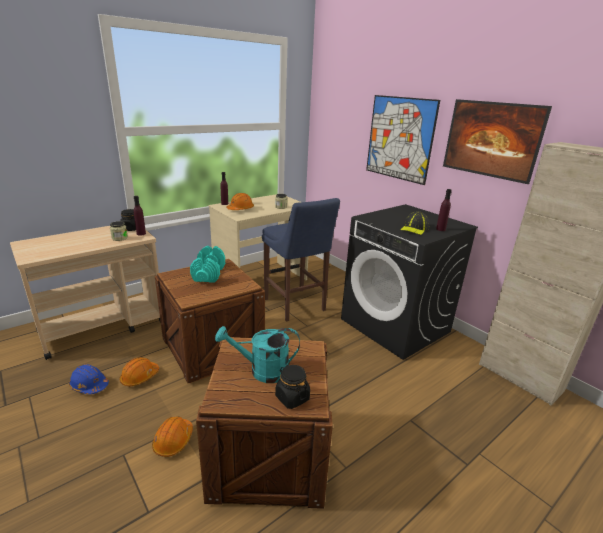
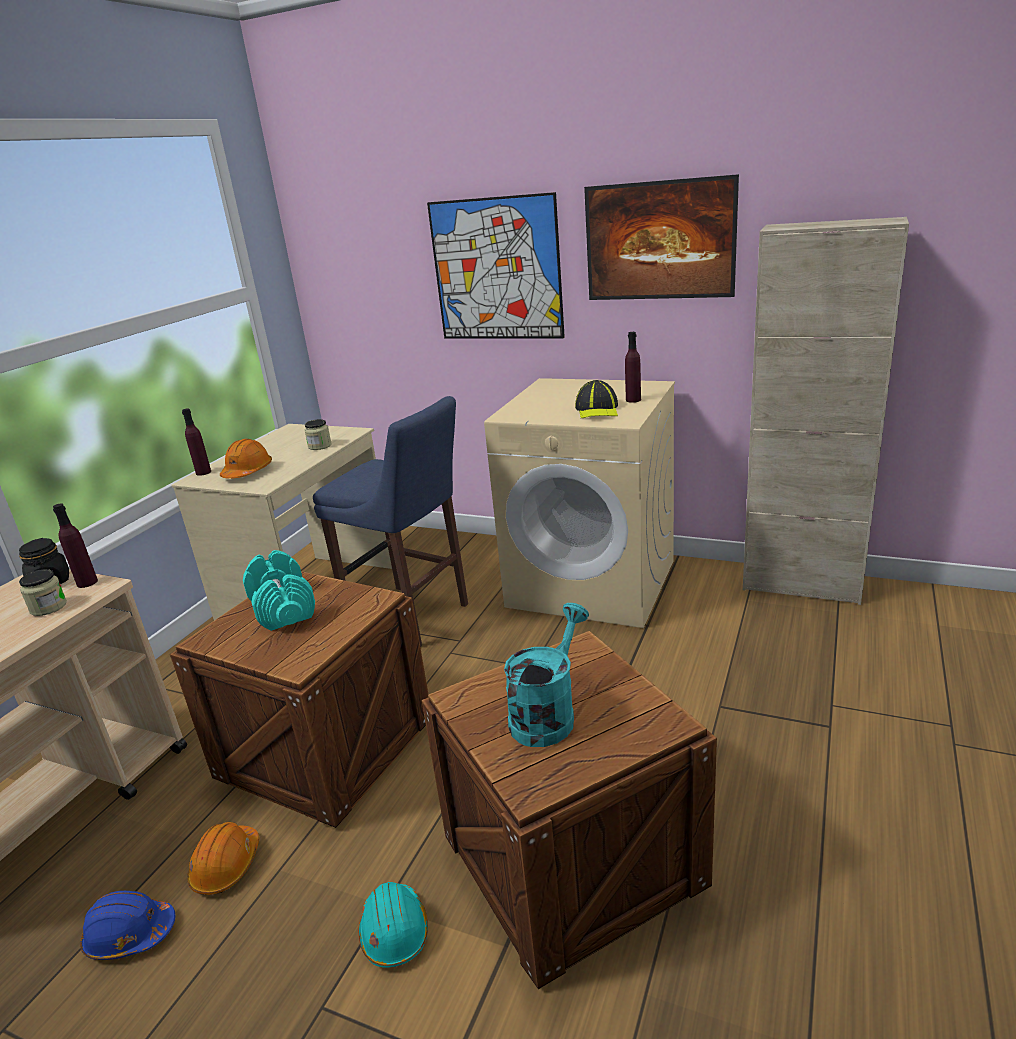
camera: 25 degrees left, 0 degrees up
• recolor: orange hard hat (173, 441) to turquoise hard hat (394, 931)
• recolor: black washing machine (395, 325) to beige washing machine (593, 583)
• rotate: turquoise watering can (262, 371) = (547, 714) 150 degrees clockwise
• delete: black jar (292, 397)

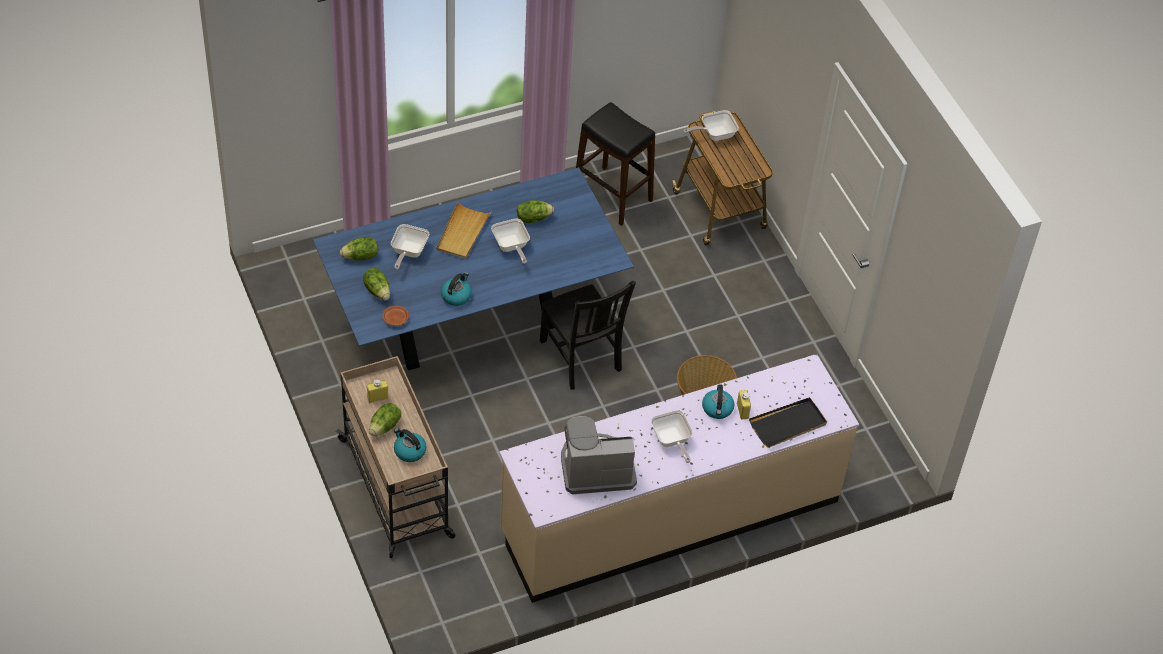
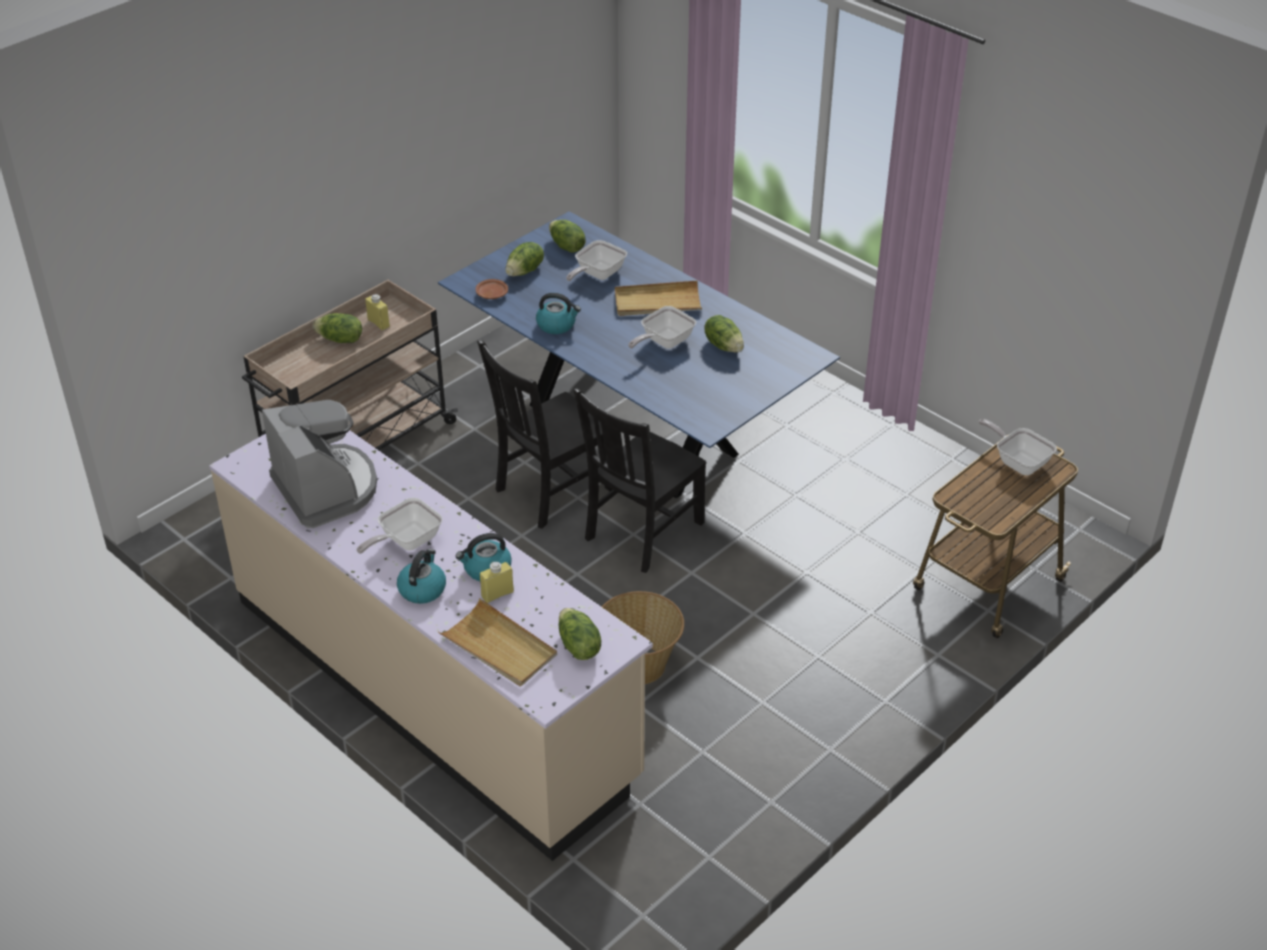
camera: 70 degrees right, 10 degrees down
• move: kettle (409, 451) to (422, 589)
• recolor: black tray (788, 424) to beige tray (499, 647)
• insert: black chair (550, 491)
• insert: lettuce (578, 646)
• rotate: frying pan (408, 252) = (597, 275) 45 degrees counterclockwise
• delete: black stool (612, 196)

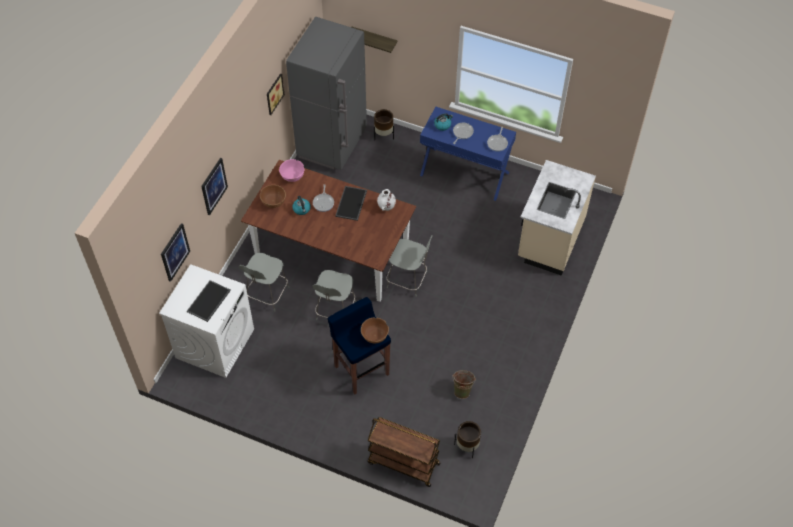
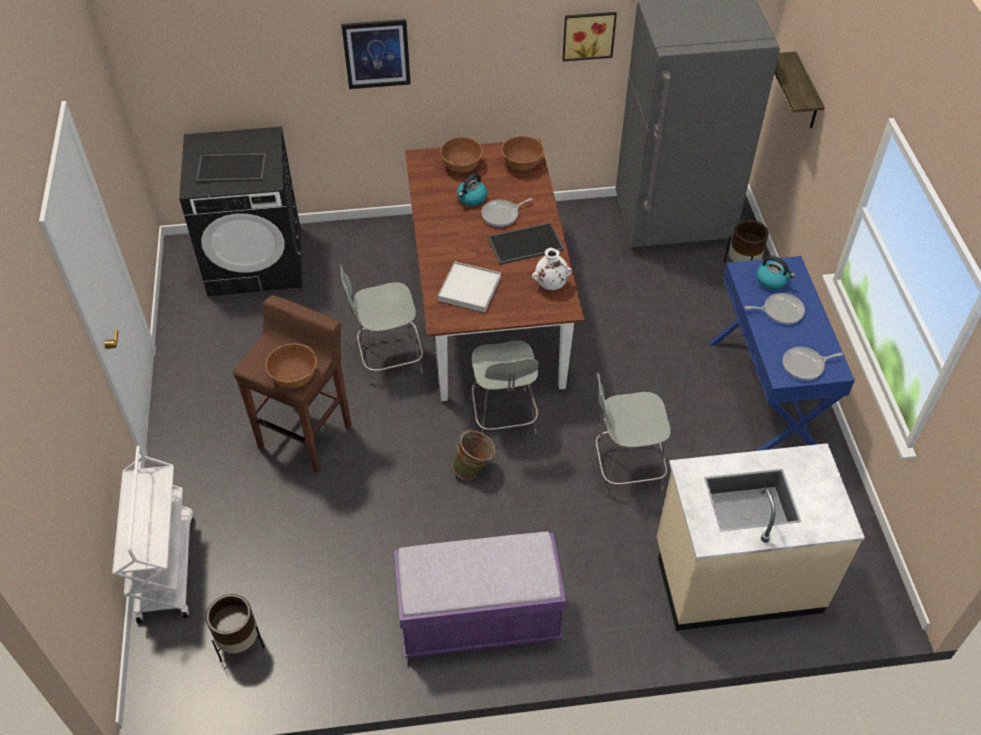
camera: 60 degrees right, 5 degrees down
• recolor: brown cart (403, 463) to white cart (165, 566)
• recolor: white washing machine (215, 343) to black washing machine (256, 260)
• recolor: blue stool (361, 369) to brown stool (306, 435)
• insert: purple bench (479, 619)
• insert: white tray (469, 289)
• move: green bucket (462, 389) to (474, 469)
• recolor: pink bowl (292, 176) to brown bowl (522, 164)
• move: grey chair (267, 295) to (625, 468)
• delete: picture (175, 252)

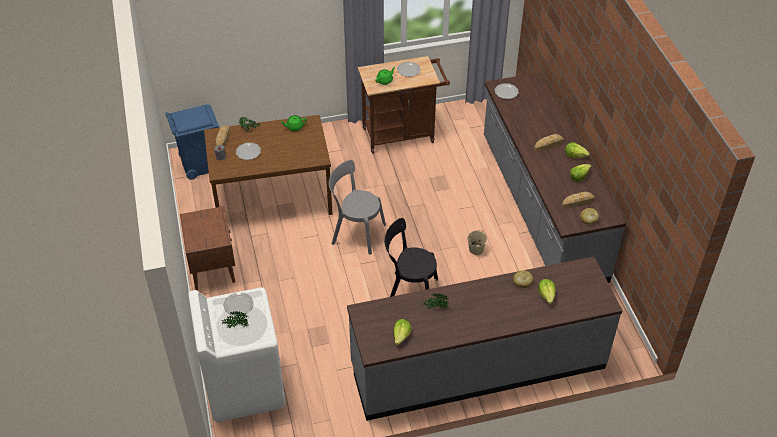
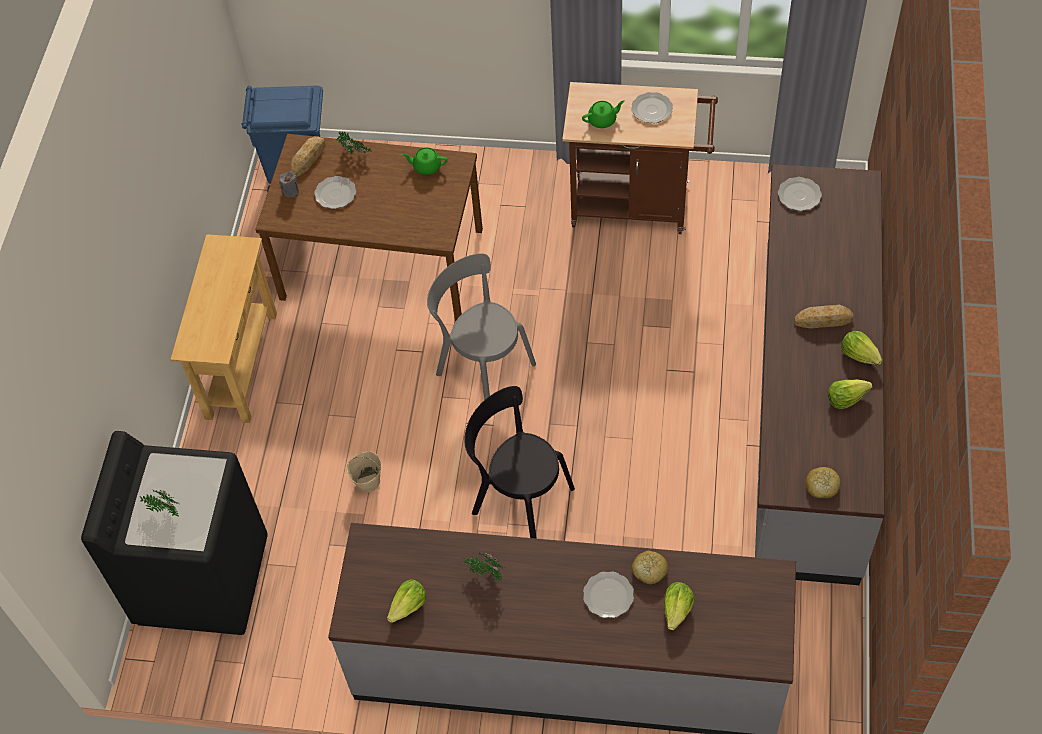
camera: 25 degrees right, 10 degrees up
• recolor: white washing machine (244, 386) to black washing machine (202, 579)
• replace: brown nightstand (213, 269) to beige console table (241, 365)
• move: beige bucket (476, 249) to (368, 481)
• move: plate (238, 304) to (608, 595)
• delete: bread (578, 202)

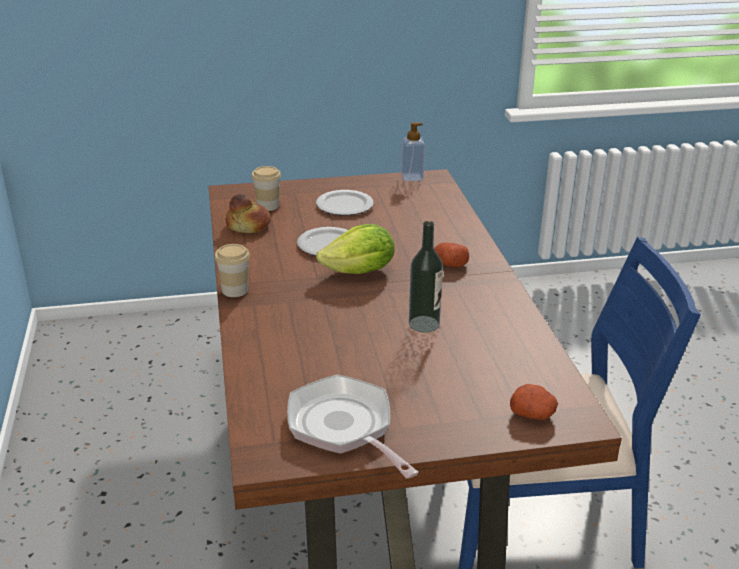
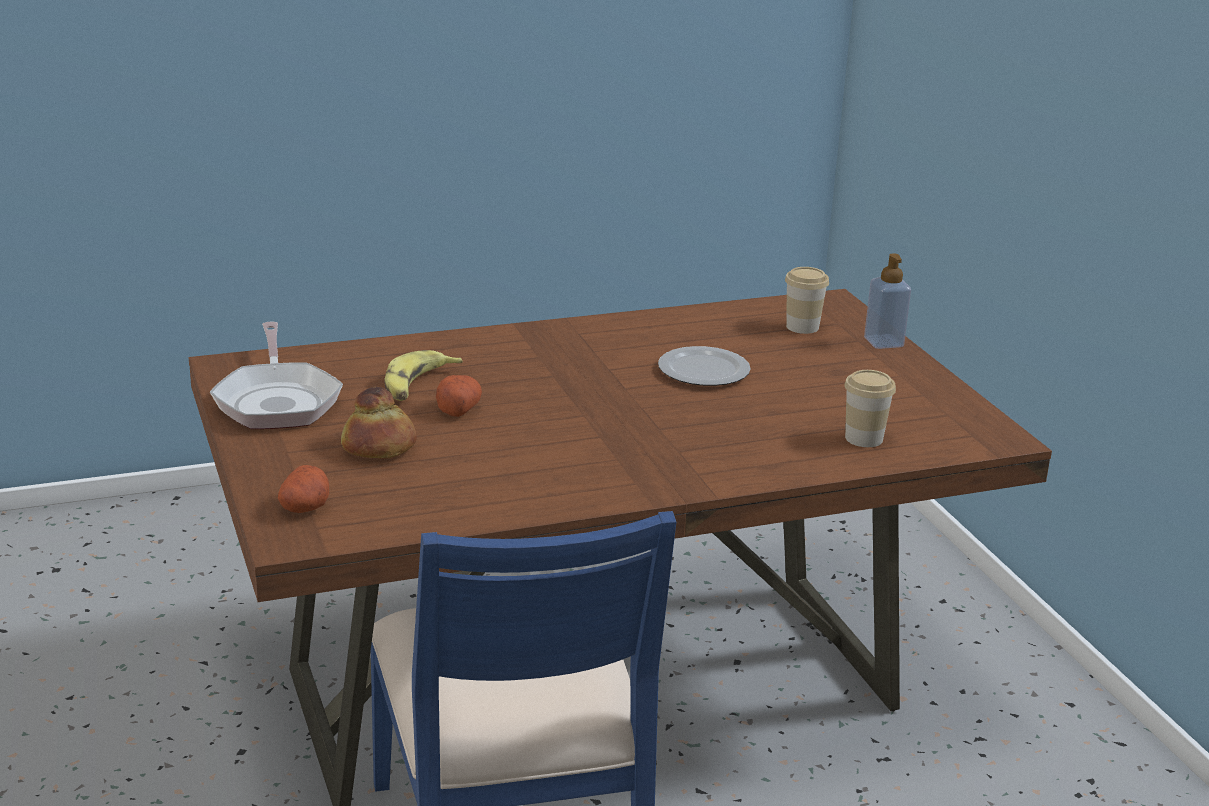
camera: 80 degrees right, 5 degrees down
• rotate: frying pan (344, 428) = (277, 400) 120 degrees clockwise
• move: bread (248, 226) to (378, 447)
• insert: banana (417, 386)
• move: potato (449, 264) to (458, 409)
• move: cup (235, 290) to (864, 438)
• move: soap dispenser (412, 177) to (883, 342)
• delete: plate (345, 205)
• delete: lettuce (360, 272)
• delete: bottle (424, 324)

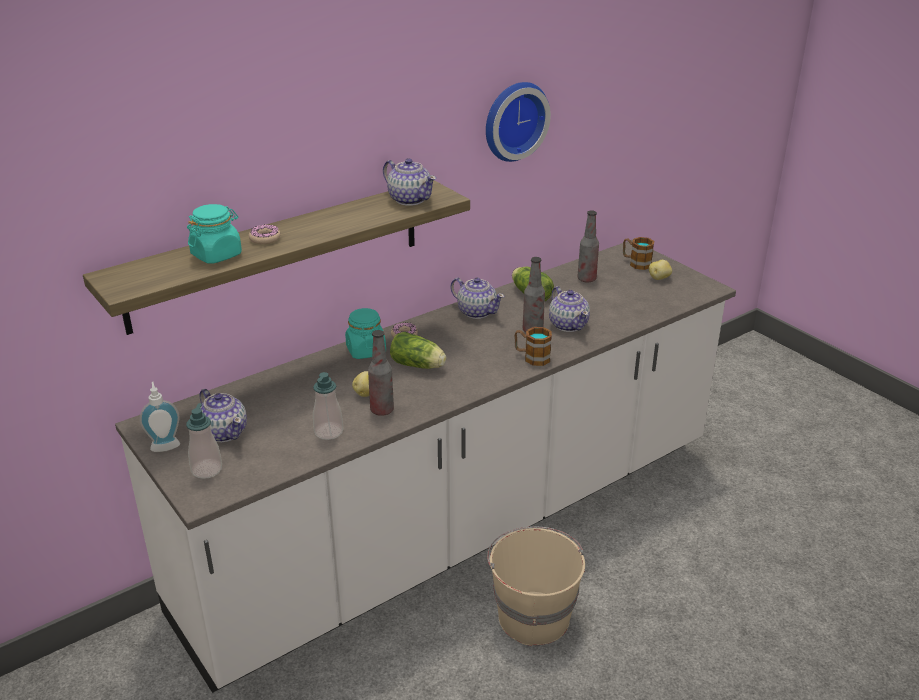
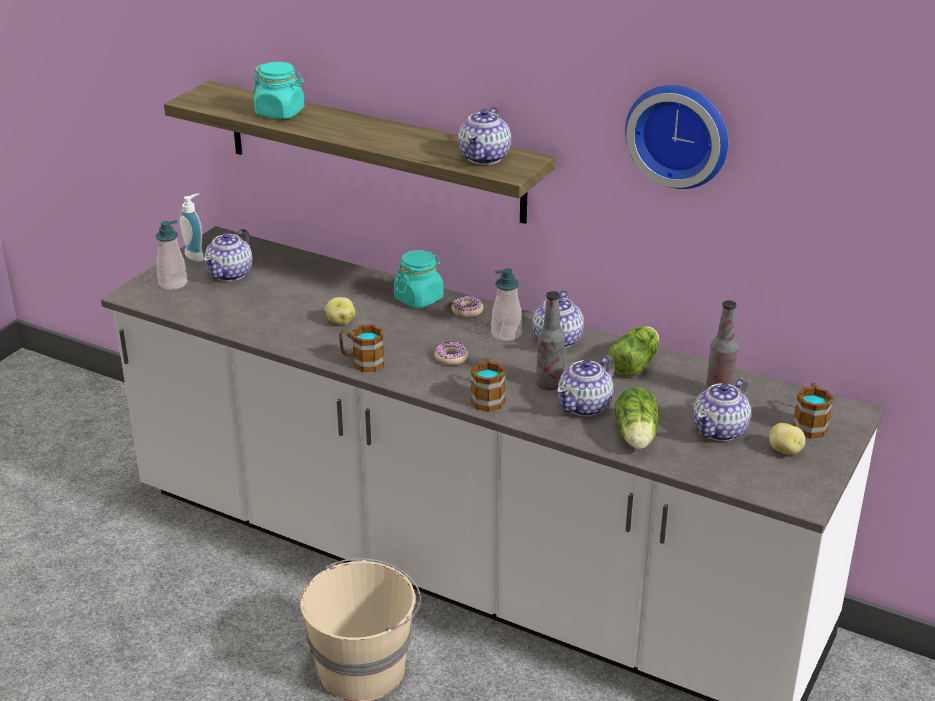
camera: 65 degrees right, 0 degrees up
• insert: mug (362, 362)
• move: donut (265, 239) to (451, 358)
• move: soap dispenser (328, 432) to (506, 334)
• move: lettuce (419, 365) to (636, 437)
• insert: teapot (720, 430)
• delete: bottle (382, 410)

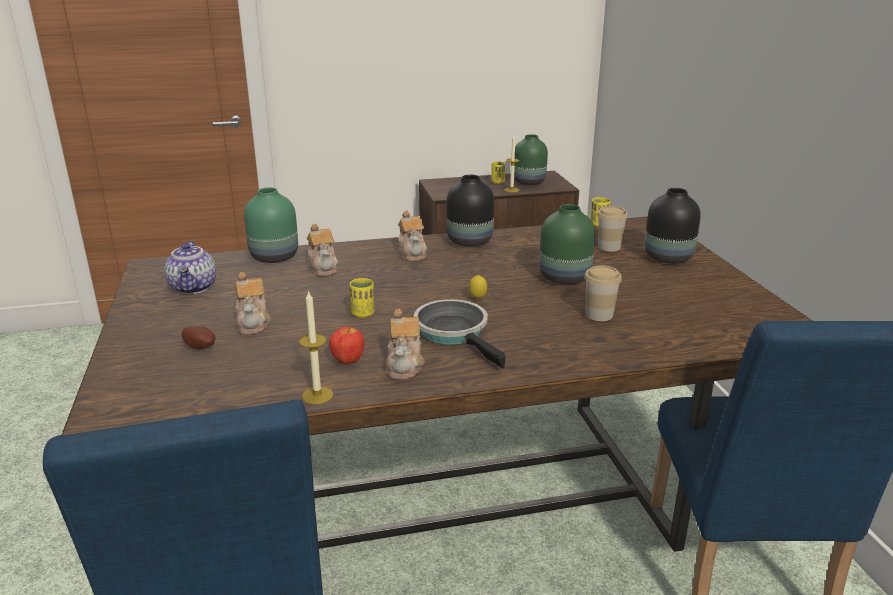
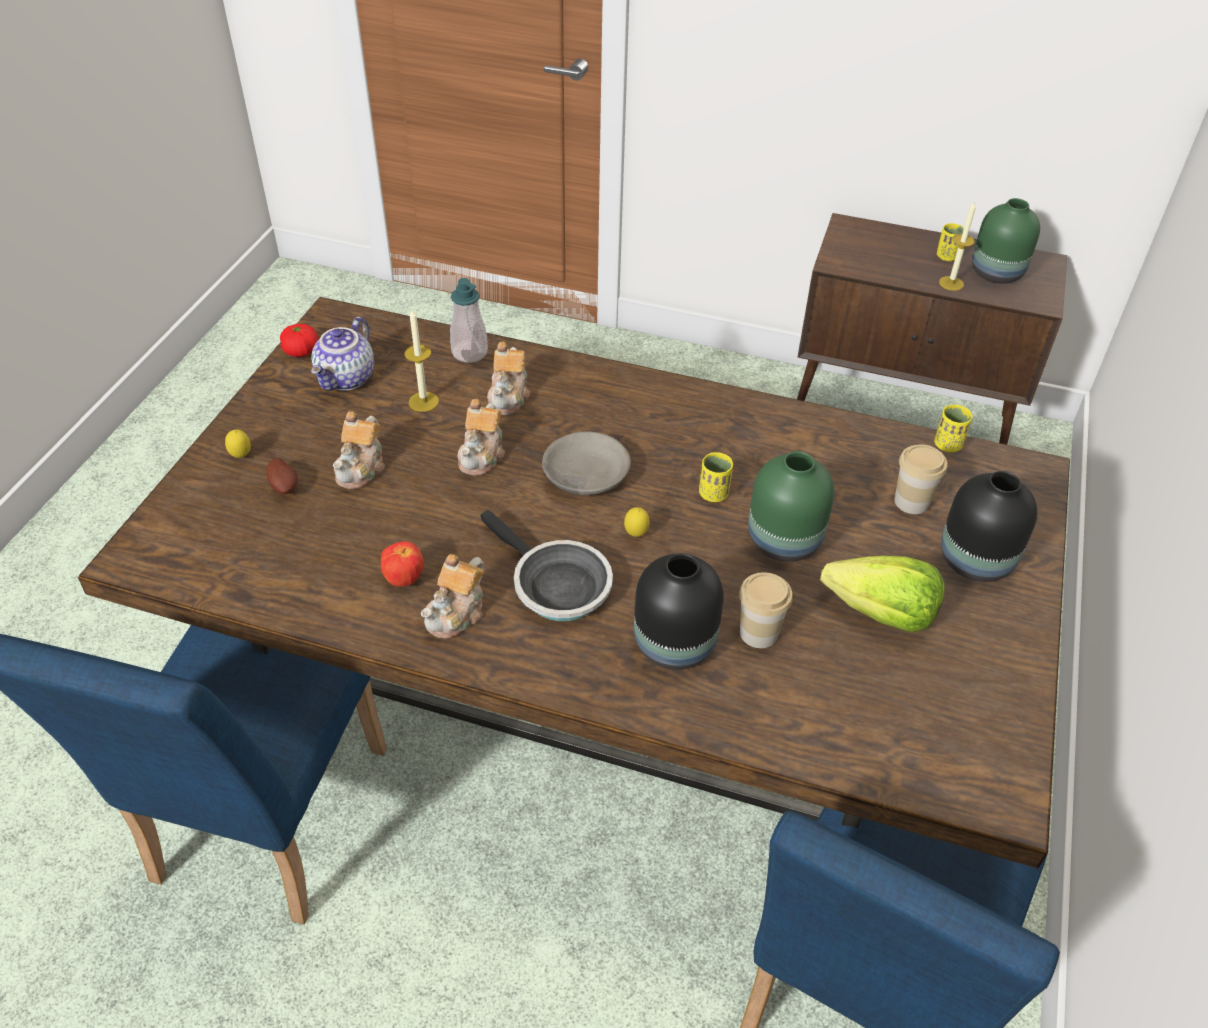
camera: 30 degrees right, 20 degrees up
• insert: lemon (241, 456)
• insert: tomato (301, 351)
• move: candle (317, 395) to (423, 401)
• replace: green vase (273, 257) to soap dispenser (469, 352)
• move: teapot (413, 253) to (482, 455)
• rotate: frying pan (455, 333) = (555, 585) 135 degrees clockwise
• insert: grey bowl (584, 475)
• move: black vase (470, 241) to (676, 643)
• move: yellow cup (363, 313) to (713, 494)
• insert: lettuce (881, 614)

